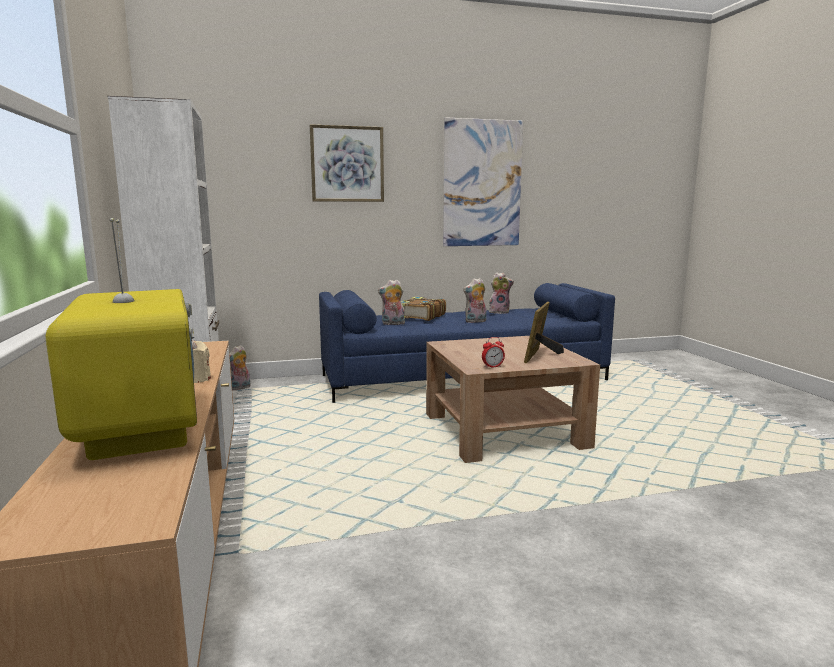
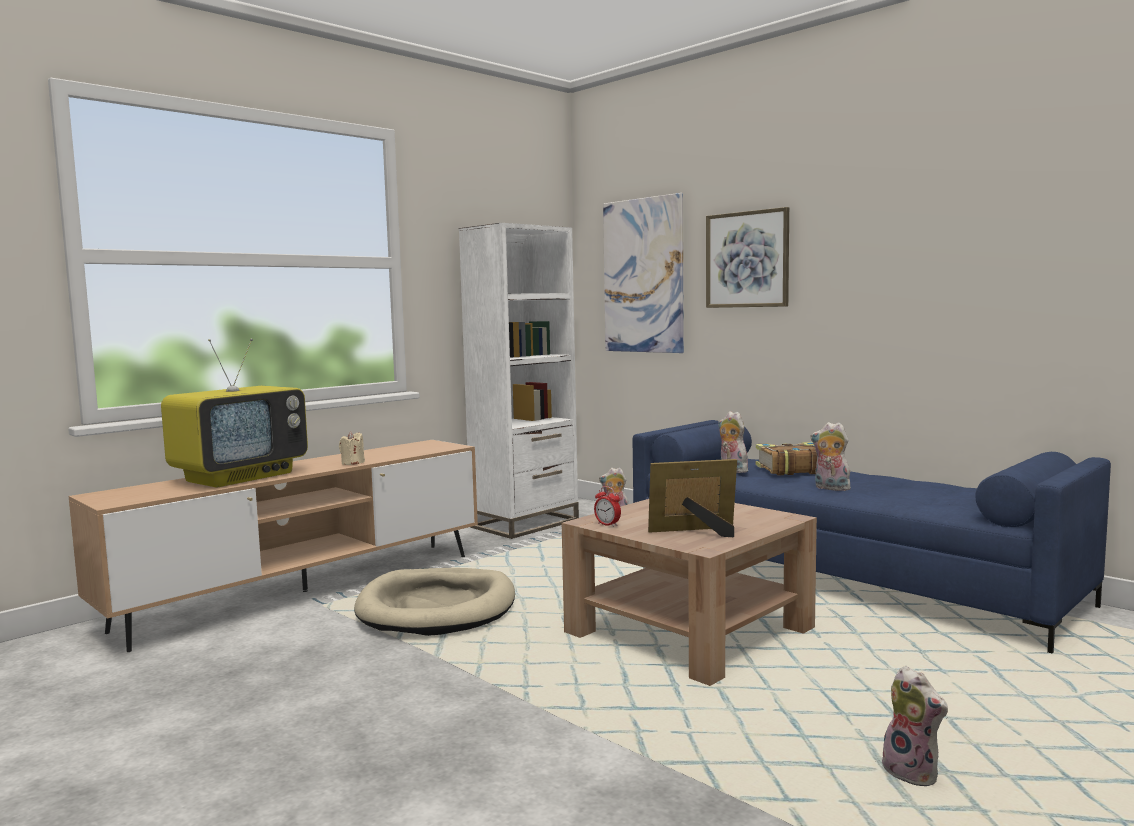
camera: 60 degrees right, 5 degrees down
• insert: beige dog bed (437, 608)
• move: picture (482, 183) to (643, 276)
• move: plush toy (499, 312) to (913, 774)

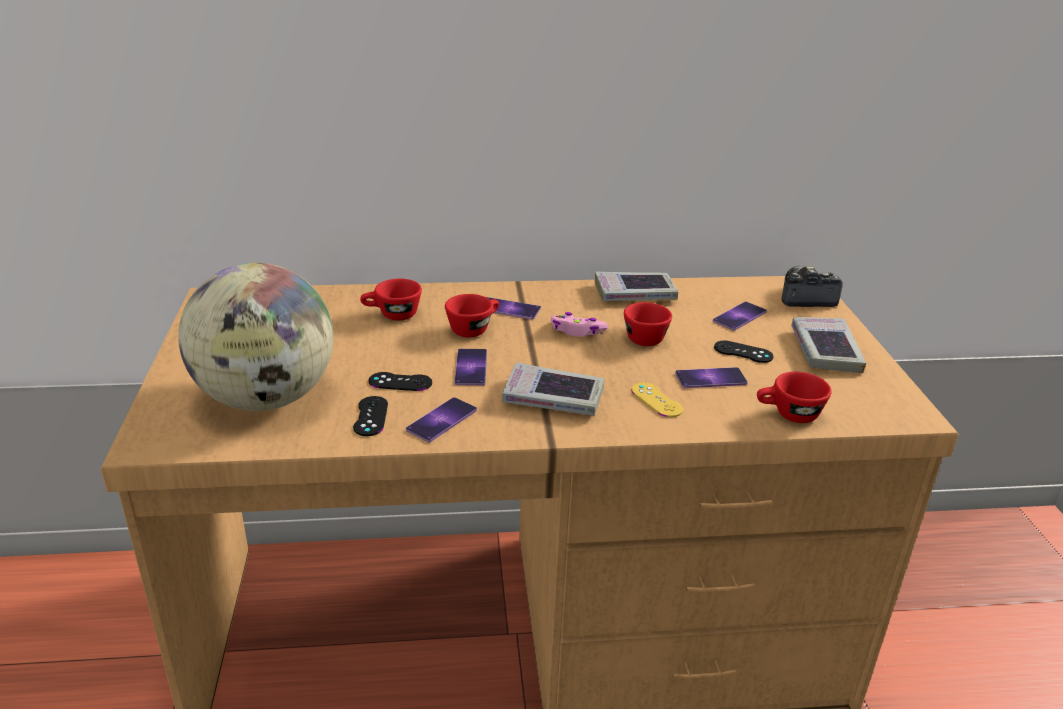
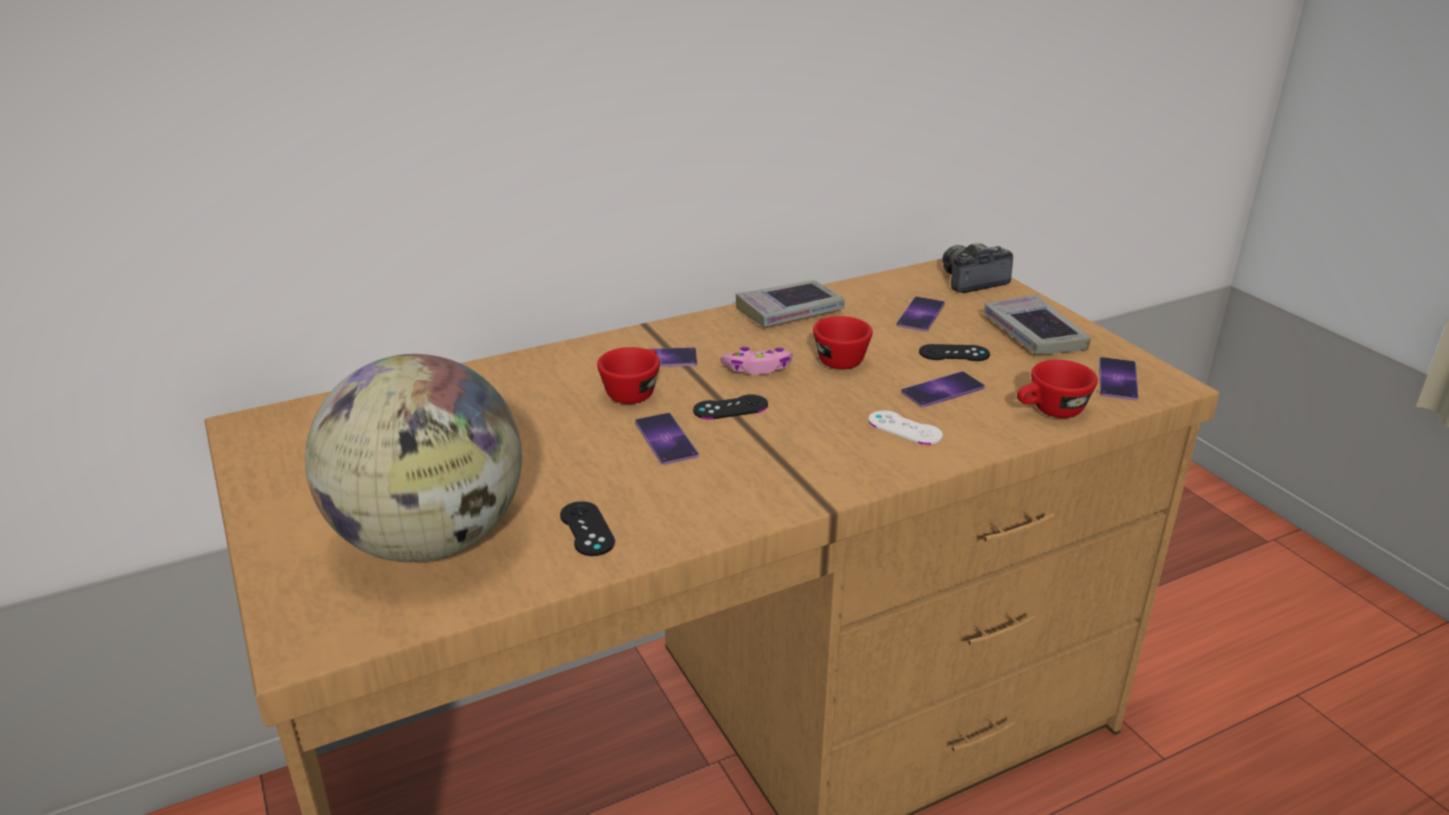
camera: 20 degrees left, 0 degrees up
• move: black game controller (400, 382) to (730, 408)
• recolor: yellow game controller (656, 400) to white game controller (905, 428)
• move: phone (442, 420) to (1117, 379)
• delete: red cup (392, 315)
• delete: book (553, 398)

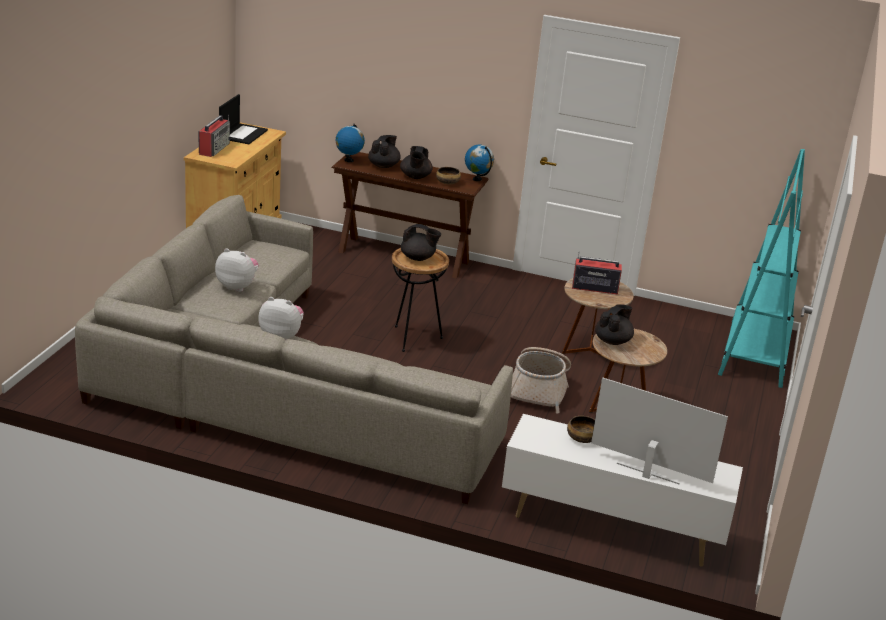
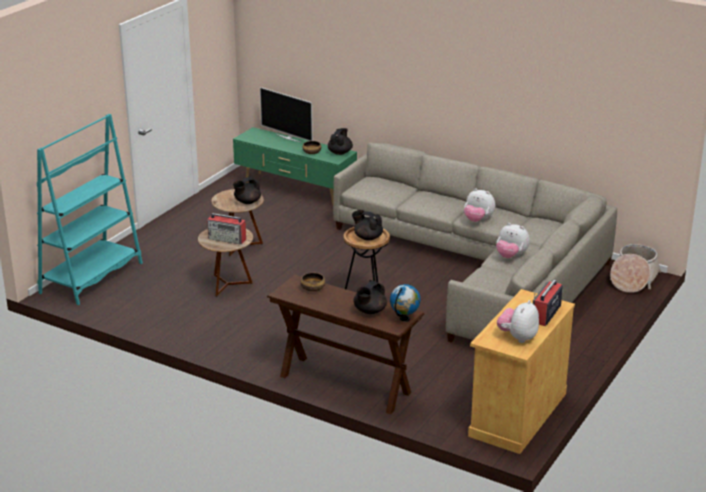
camera: 165 degrees left, 0 degrees up
• recolor: white tv stand (611, 528) to green tv stand (295, 190)
• move: black teapot (415, 177) to (340, 152)
• replace: laptop (243, 134) to plush toy (518, 337)
• move: basket (539, 390) to (633, 279)
• delete: globe (477, 179)

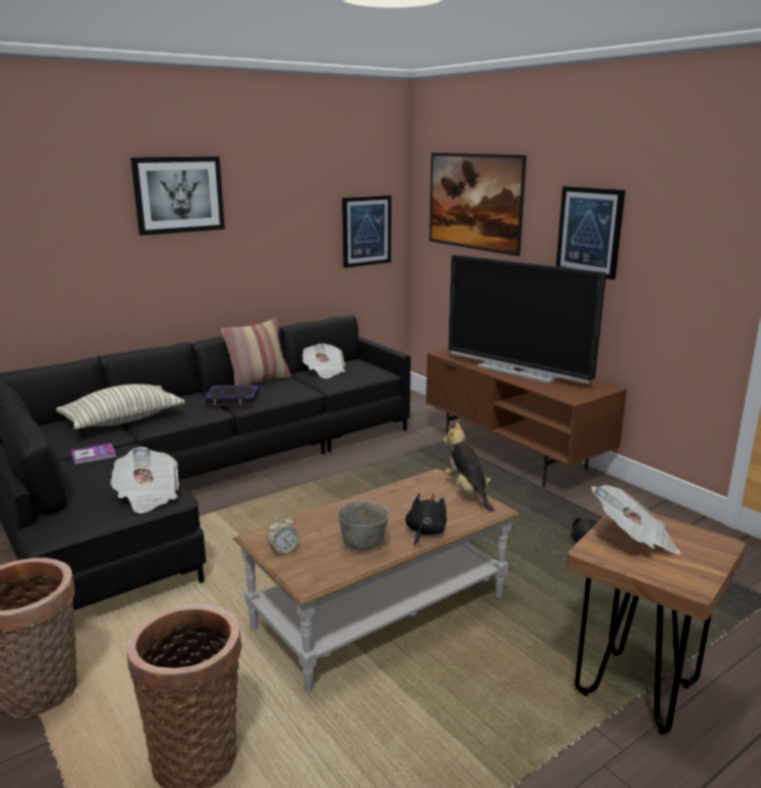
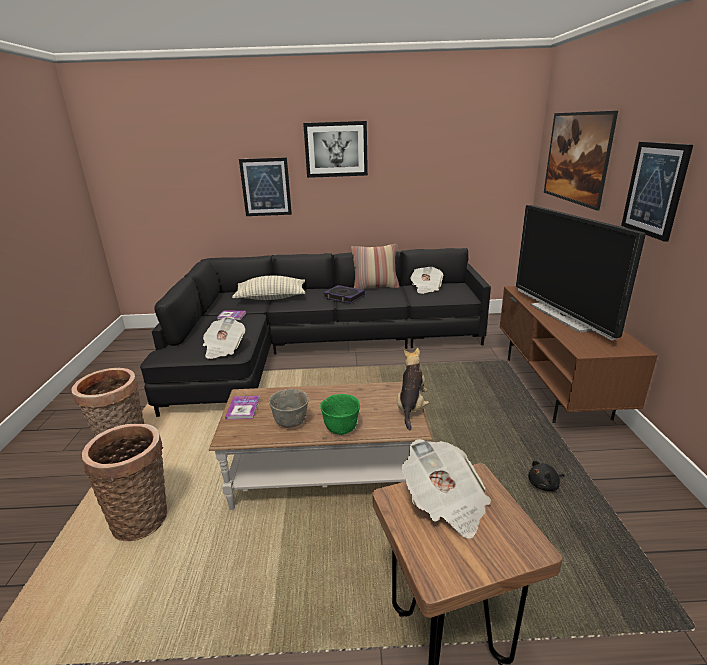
camera: 35 degrees right, 5 degrees up
• replace: alarm clock (283, 550) to book (243, 408)
• move: picture (366, 231) to (266, 187)
• replace: black plush toy (425, 532) to green bowl (340, 428)

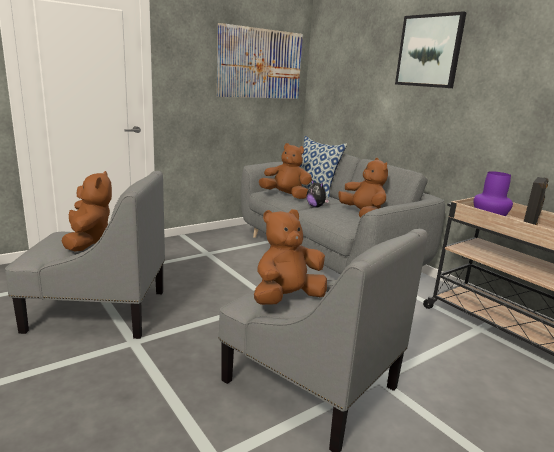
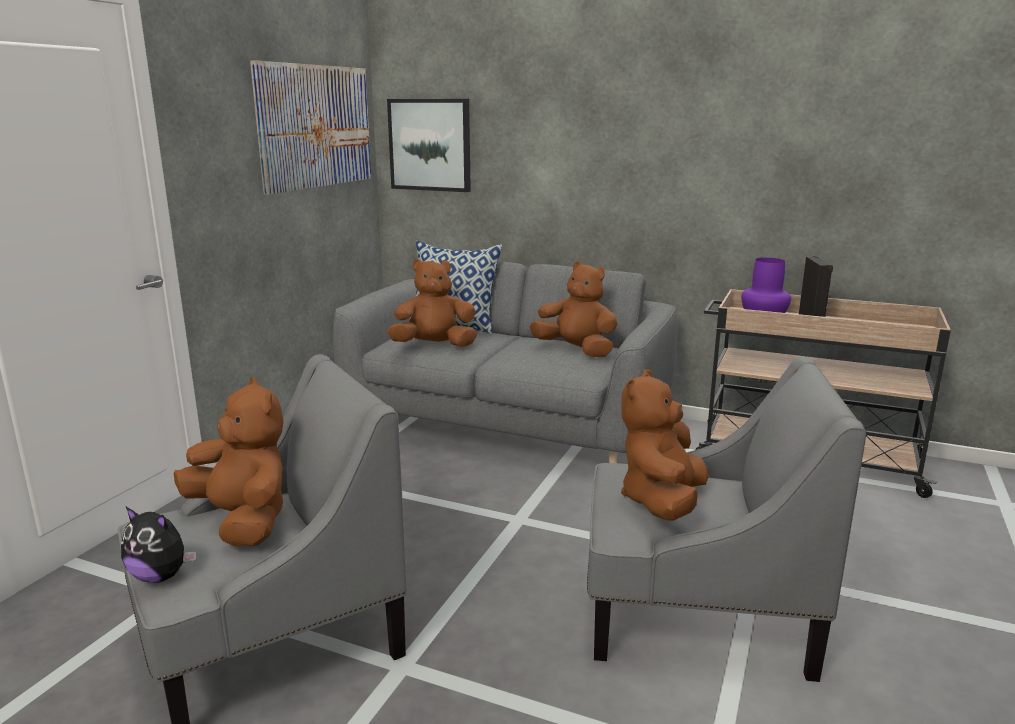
camera: 30 degrees left, 0 degrees up
• move: plush toy (316, 206) to (161, 576)
• move: picture (429, 51) to (430, 145)

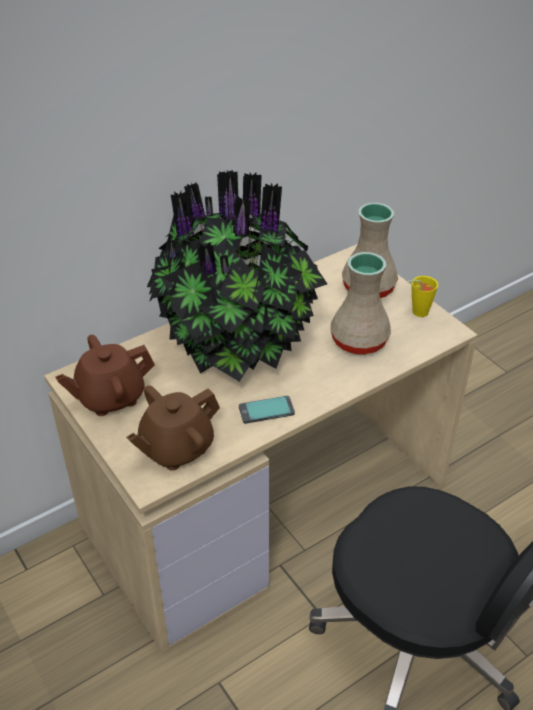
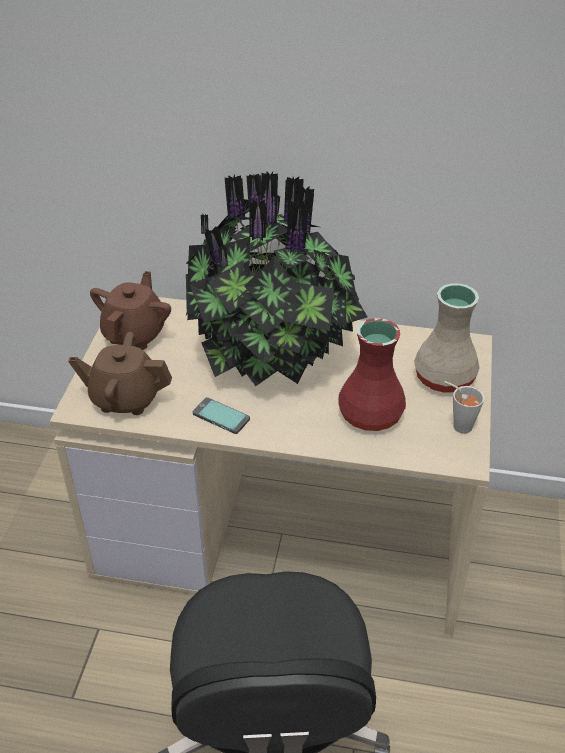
camera: 45 degrees right, 0 degrees up
• rotate: brown teapot (110, 397) = (135, 334) 90 degrees clockwise
• recolor: beige vase (357, 341) to red vase (369, 414)
• recolor: yellow cup (416, 312) to grey cup (458, 425)

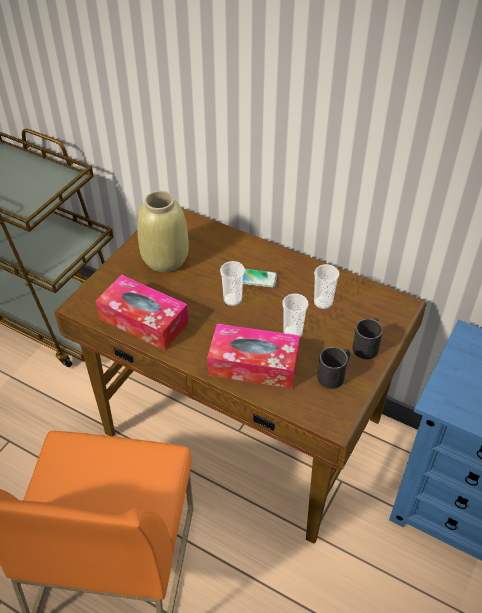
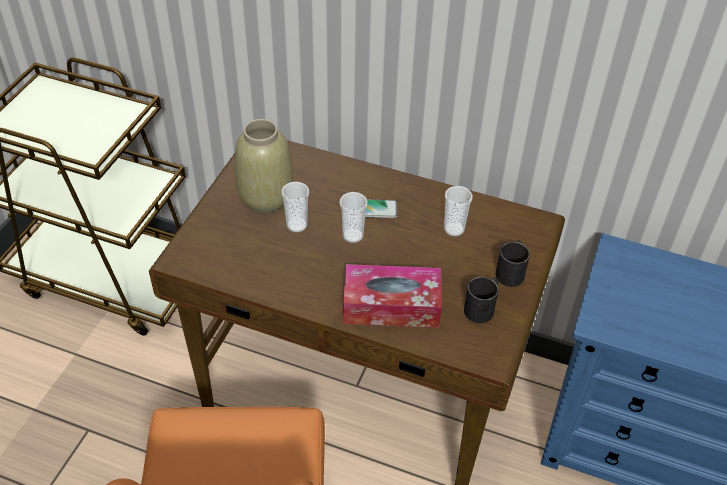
camera: 10 degrees left, 0 degrees up
• move: cup (293, 332) to (297, 225)
• delete: tissue box (143, 321)

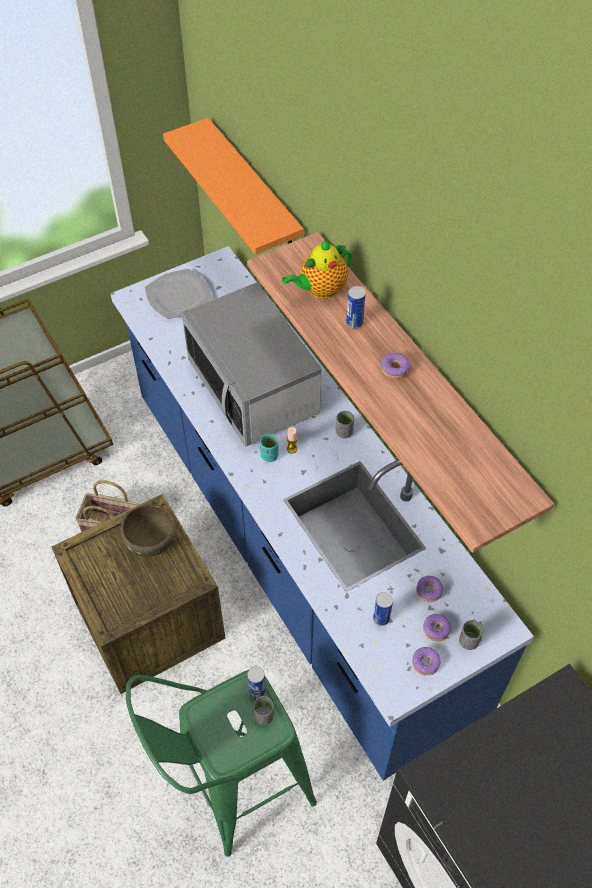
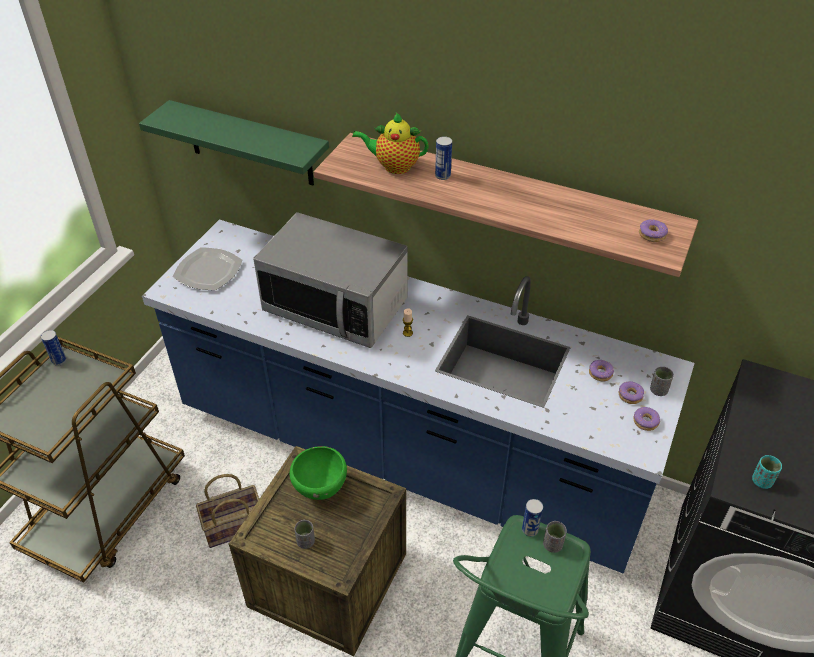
camera: 35 degrees left, 10 degrees down
• move: can (381, 618) to (59, 360)
• recolor: orange shelf (254, 193) to green shelf (250, 144)
• recolor: brown bowl (152, 544) to green bowl (321, 488)
• move: grey cup (344, 432) to (306, 542)
• rotate: teapot (320, 290) = (394, 166) 75 degrees clockwise
• move: donut (395, 369) to (652, 235)
• move: turquoise cup (269, 455) to (761, 481)

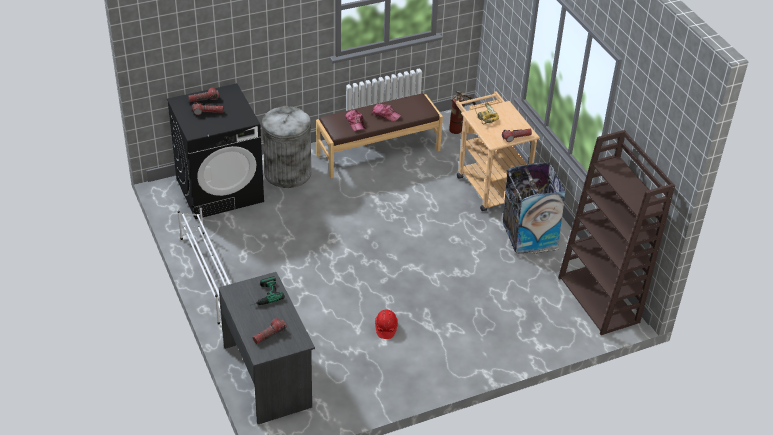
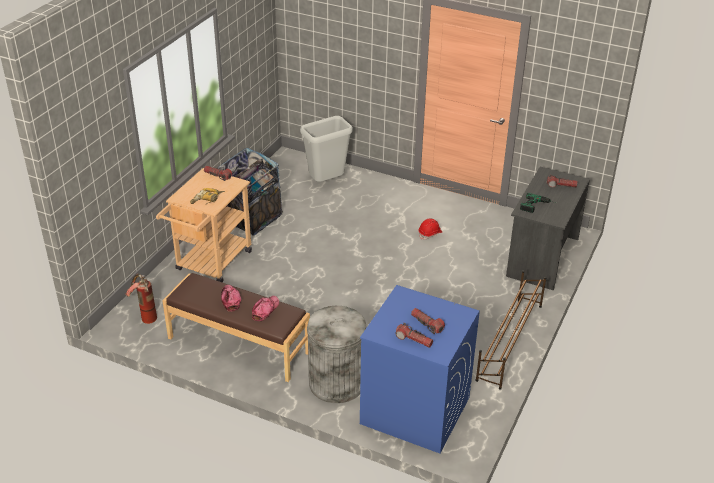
camera: 130 degrees left, 5 degrees down
• insert: grey trash can (327, 182)
• recolor: black washing machine (220, 189) to blue washing machine (414, 410)
• recolor: white shoe rack (210, 276) to brown shoe rack (509, 342)
• delete: brown bookcase (599, 300)

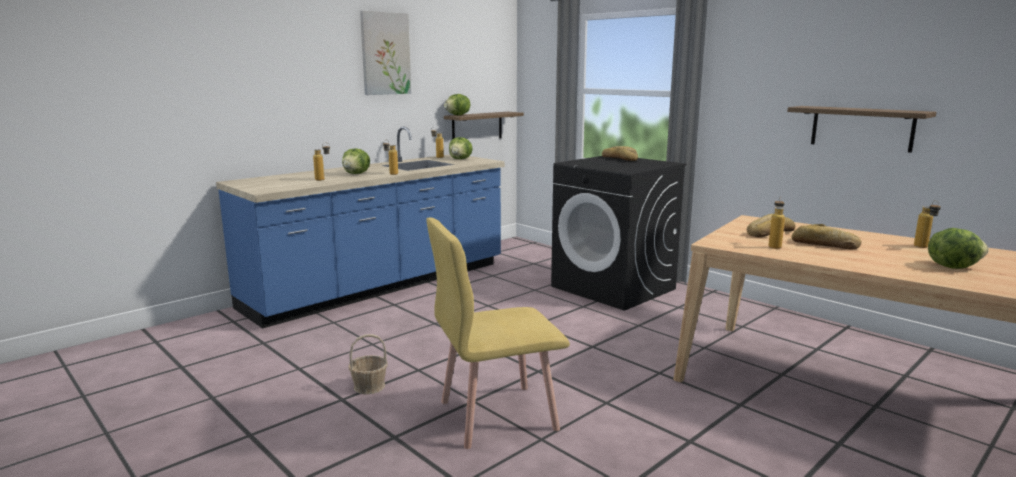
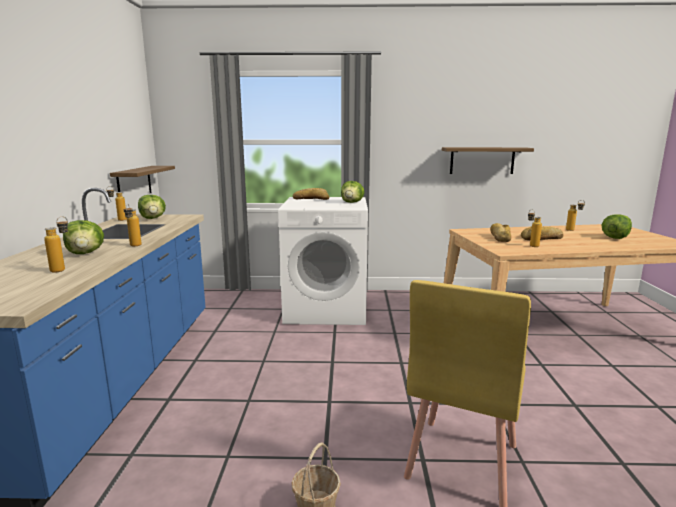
camera: 45 degrees left, 0 degrees up
• recolor: black washing machine (614, 288) to white washing machine (326, 309)
• move: lettuce (458, 115) to (352, 202)
• delete: picture (385, 54)

